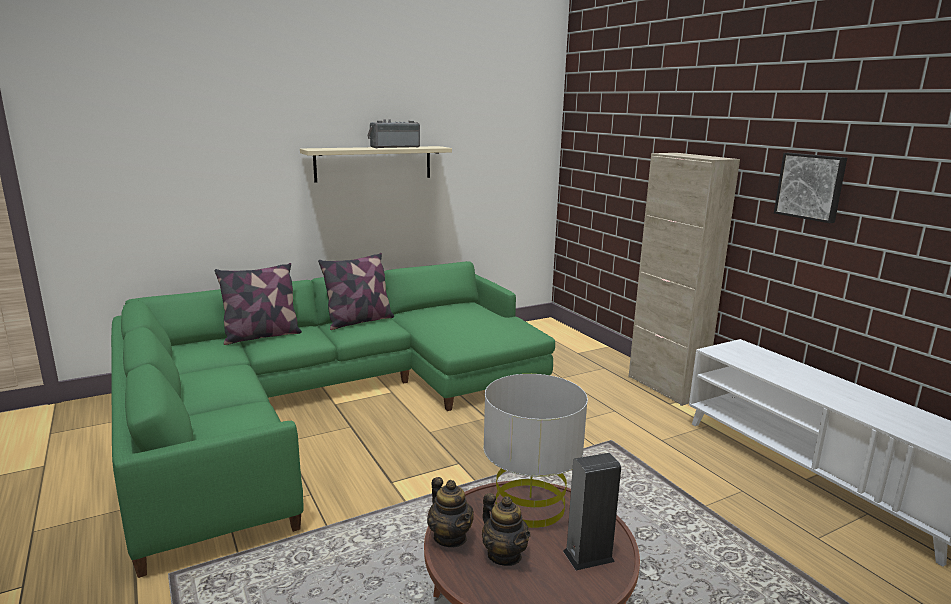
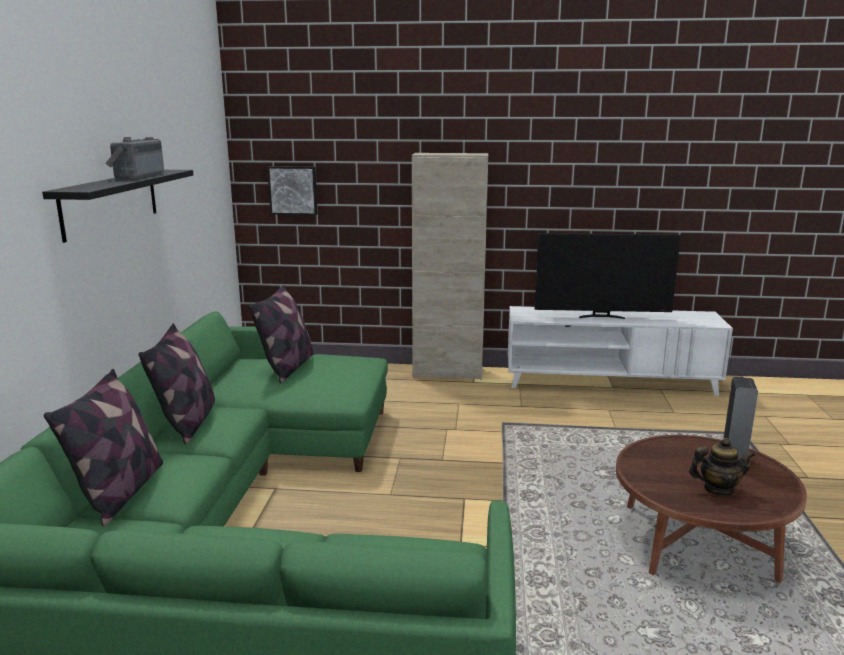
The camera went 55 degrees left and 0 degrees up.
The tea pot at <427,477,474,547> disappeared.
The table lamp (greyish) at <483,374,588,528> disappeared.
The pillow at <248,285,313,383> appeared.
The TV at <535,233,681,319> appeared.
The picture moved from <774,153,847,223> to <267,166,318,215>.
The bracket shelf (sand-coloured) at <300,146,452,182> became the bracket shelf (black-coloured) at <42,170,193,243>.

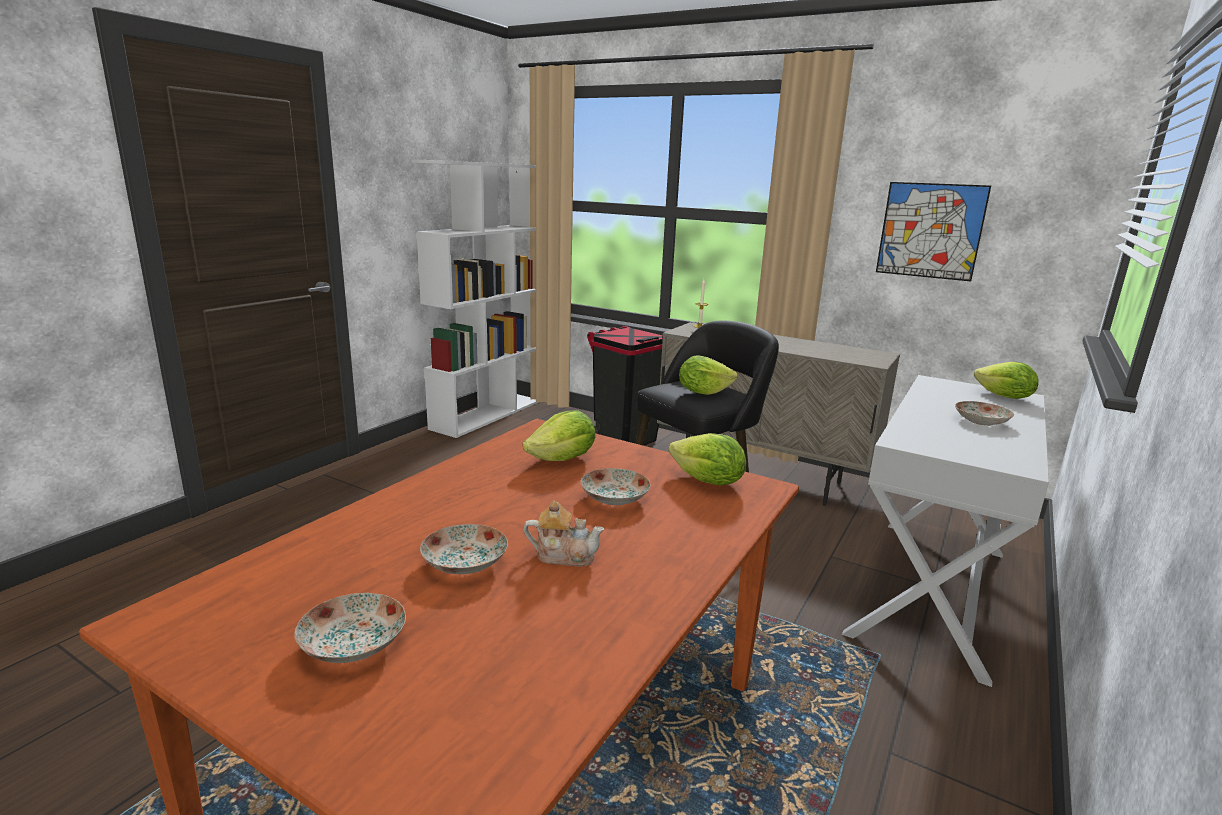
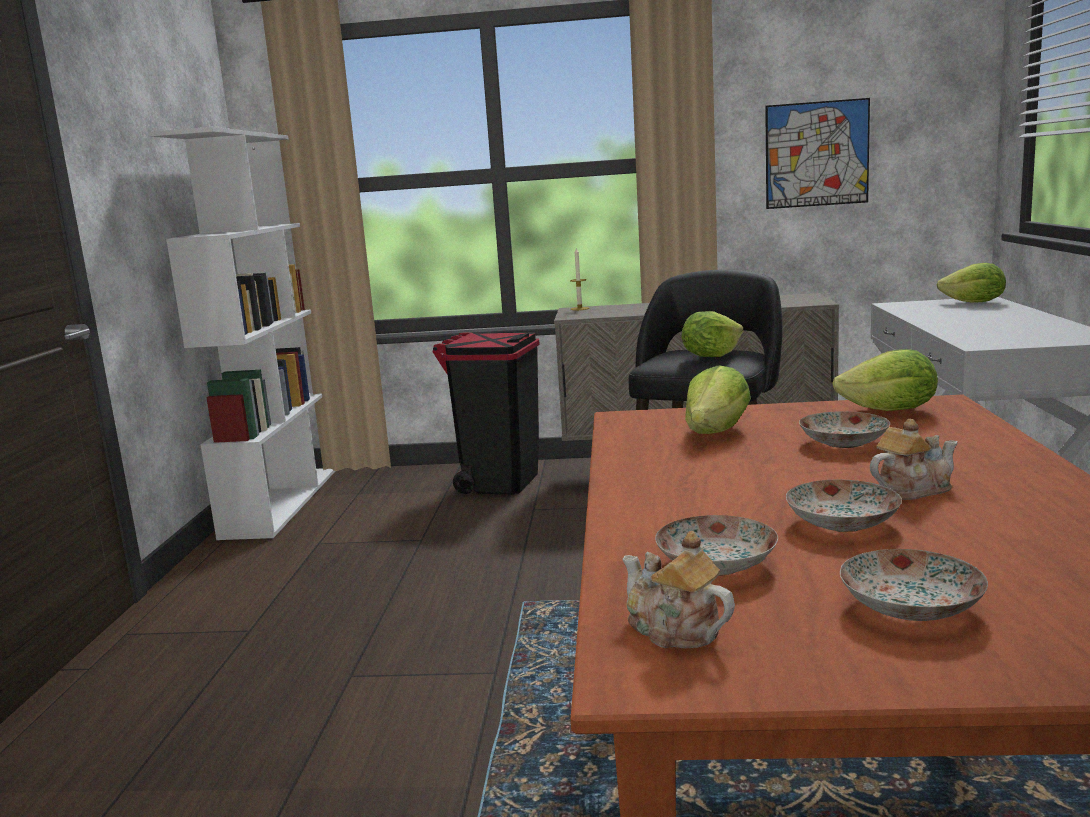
The camera went 25 degrees left and 5 degrees down.
The tea pot at <622,531,735,648> appeared.
The dinner plate moved from <955,401,1014,426> to <655,515,778,576>.

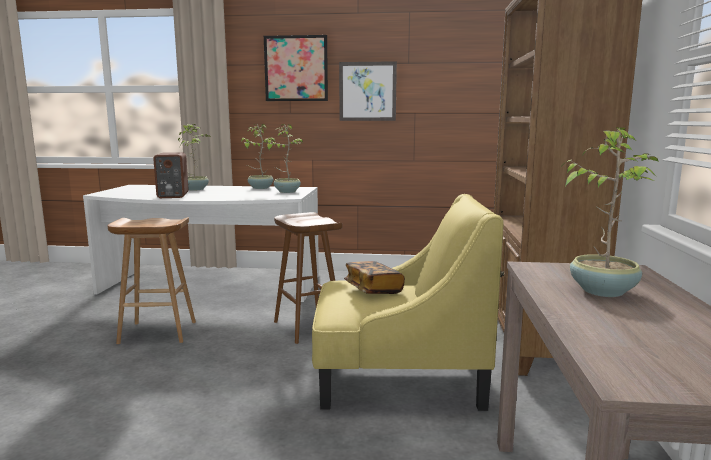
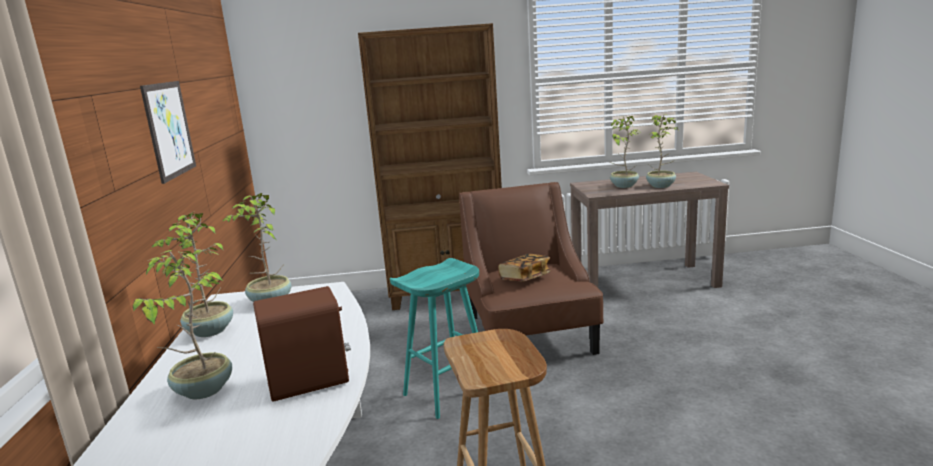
The camera went 100 degrees left and 5 degrees up.
The picture at <264,35,328,101> disappeared.
The houseplant at <646,114,678,188> appeared.
The stool (brownish) at <274,212,343,344> became the stool (blue-green) at <390,258,479,419>.
The easy chair (yellowish) at <312,194,503,411> became the easy chair (brownish) at <459,182,604,355>.

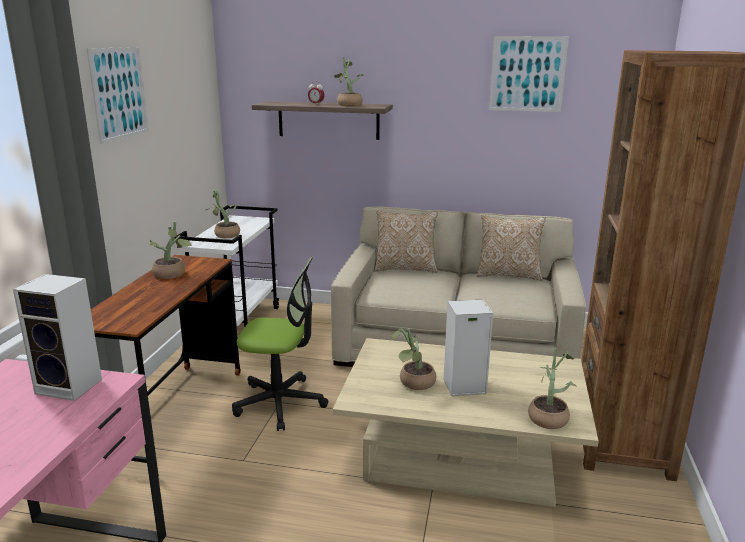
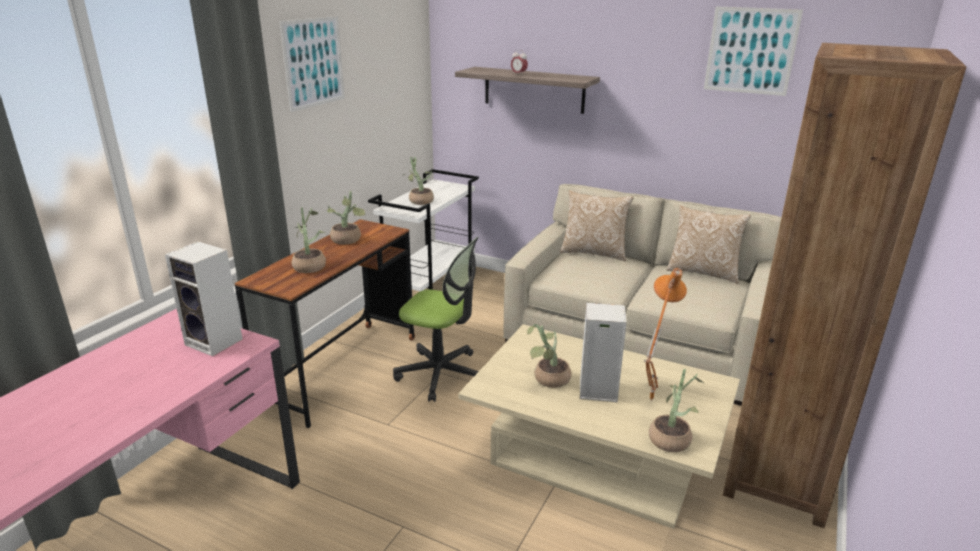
The camera went 15 degrees right and 5 degrees up.
The table lamp (orange-coloured) at <644,268,687,402> appeared.
The houseplant moved from <334,57,364,107> to <292,207,326,273>.

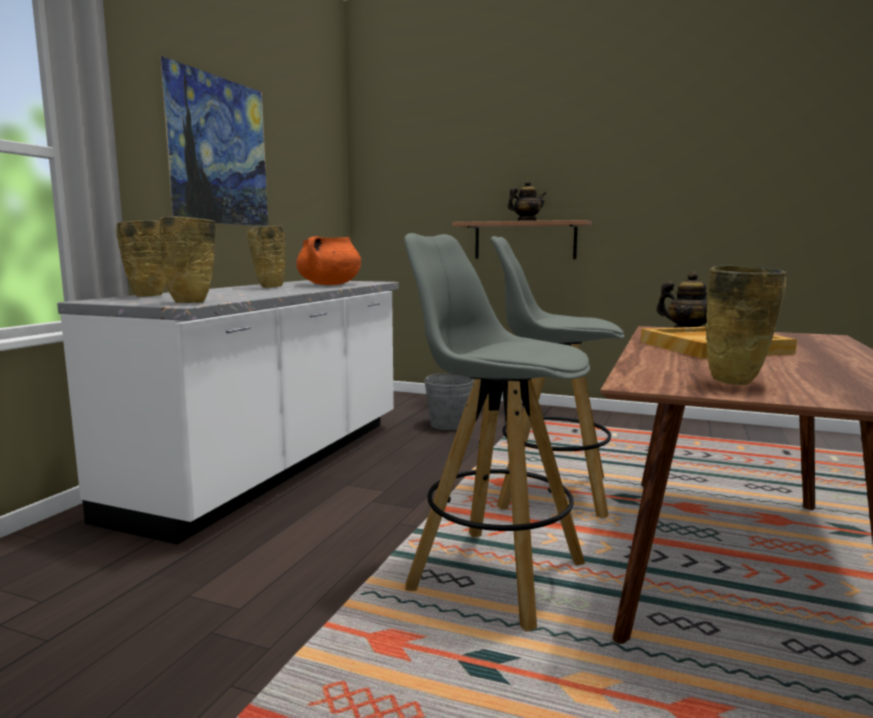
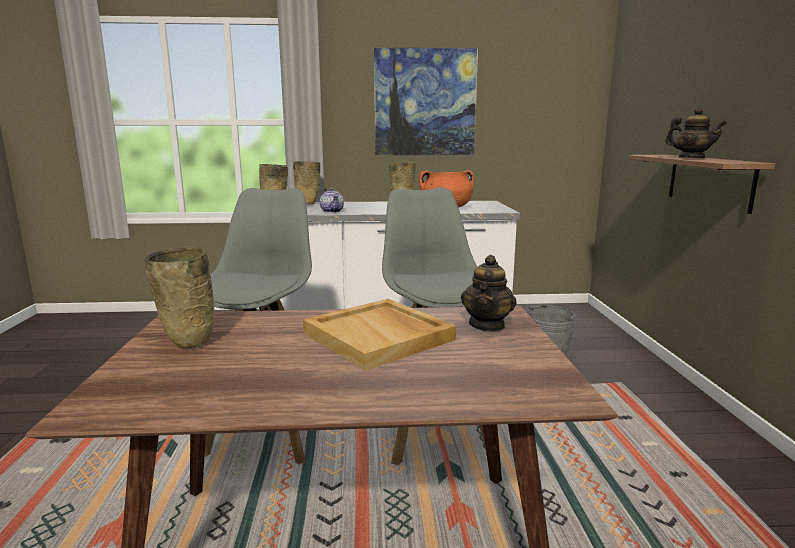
The camera went 65 degrees right and 5 degrees up.
The tea pot at <320,188,344,213> appeared.

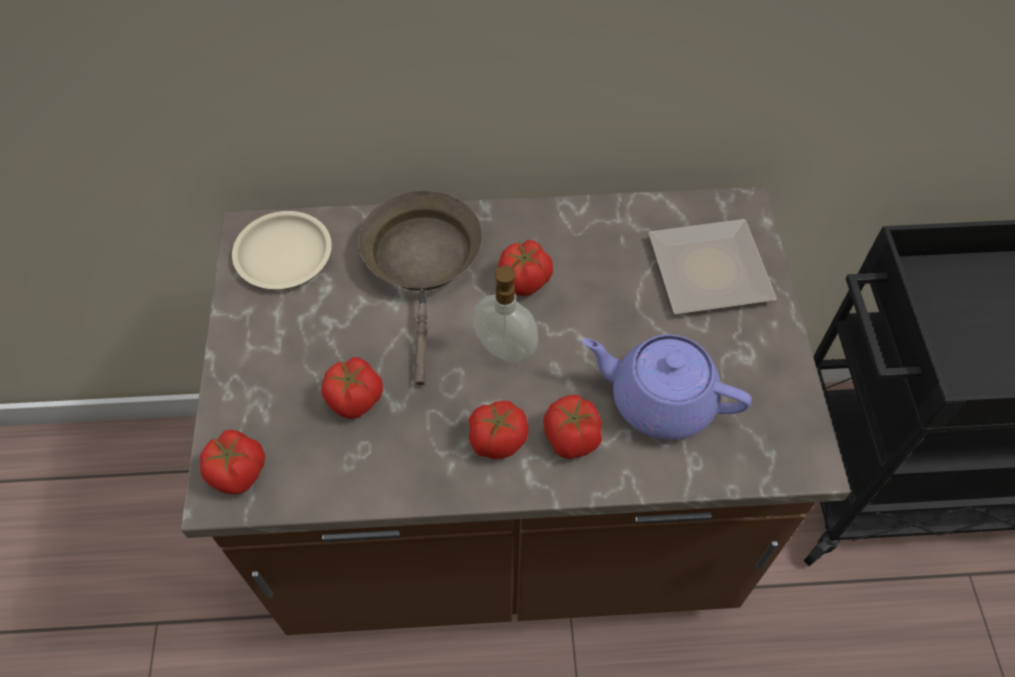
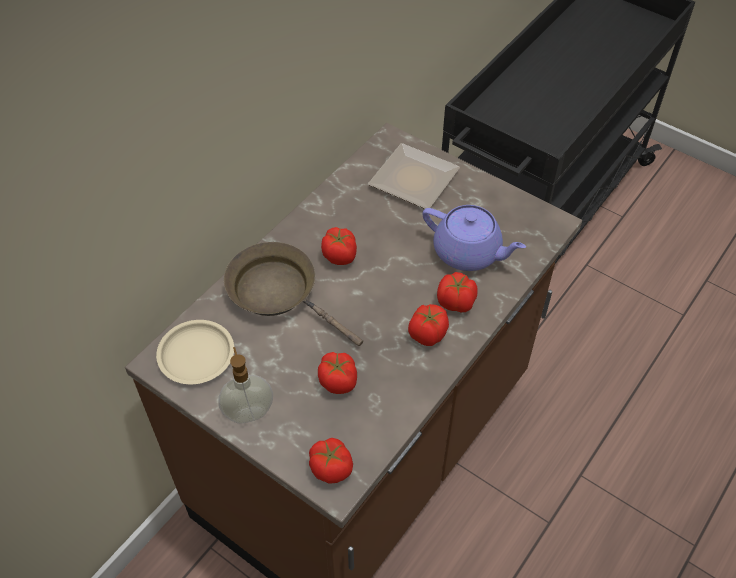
The camera went 50 degrees left and 5 degrees down.
The liquid soap bottle moved from <473,259,538,364> to <218,347,273,424>.
The tea pot (purplish) at <582,334,752,440> turned 120 degrees counterclockwise.

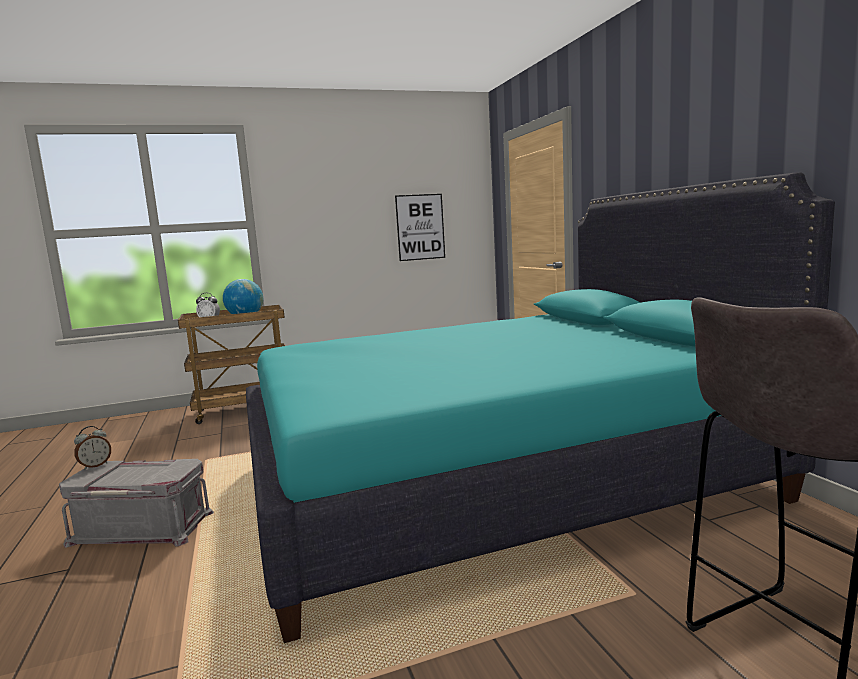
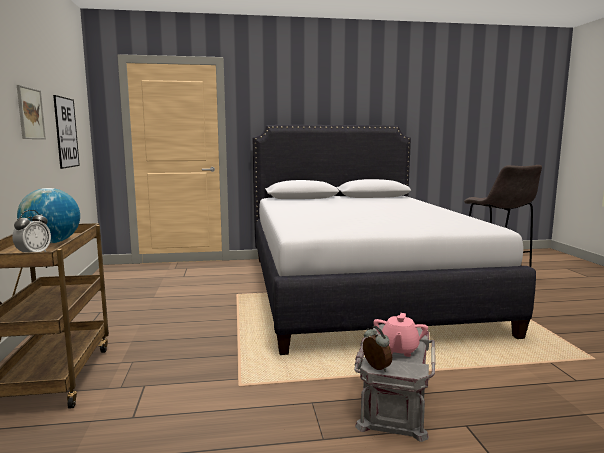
The camera went 80 degrees left and 0 degrees up.
The picture at <17,85,46,139> appeared.
The tea pot (pink) at <373,313,428,357> appeared.
The sleeping bed (blue-green) at <246,173,835,643> became the sleeping bed (white) at <252,125,536,355>.

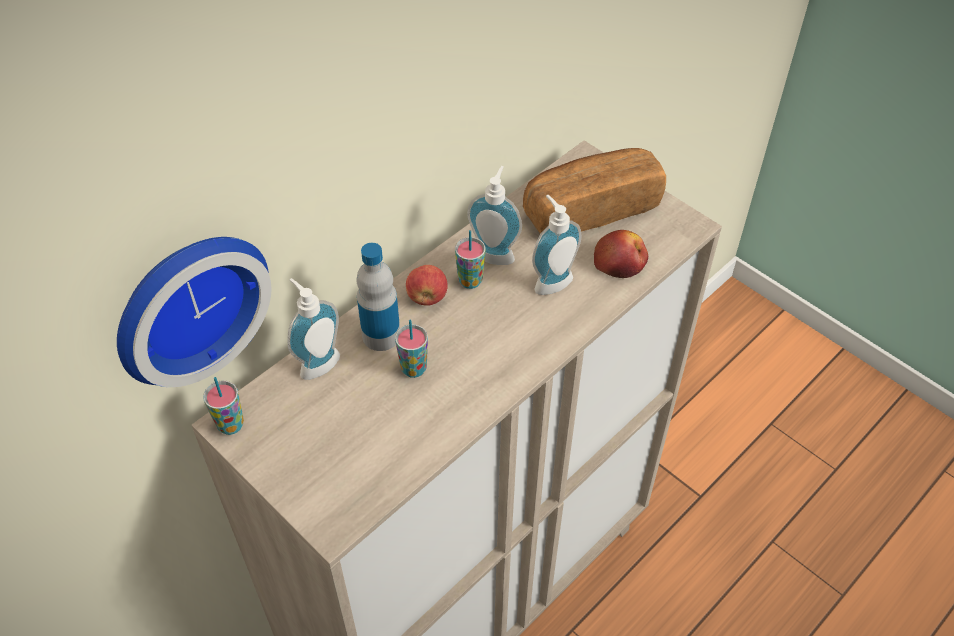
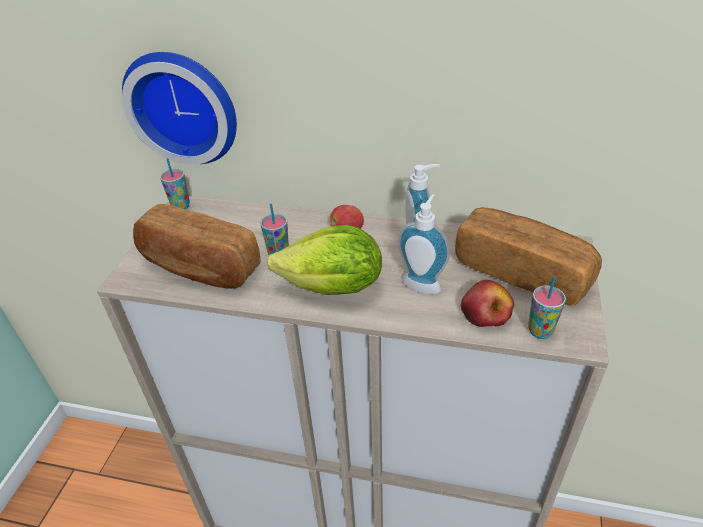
The camera went 60 degrees right and 10 degrees down.
The liquid soap bottle at <287,278,340,380> disappeared.
The bottle at <356,243,400,351> disappeared.
The bread at <133,204,261,289> appeared.
The head of lettuce at <267,225,382,295> appeared.
The small cup moved from <455,230,485,289> to <528,276,566,339>.

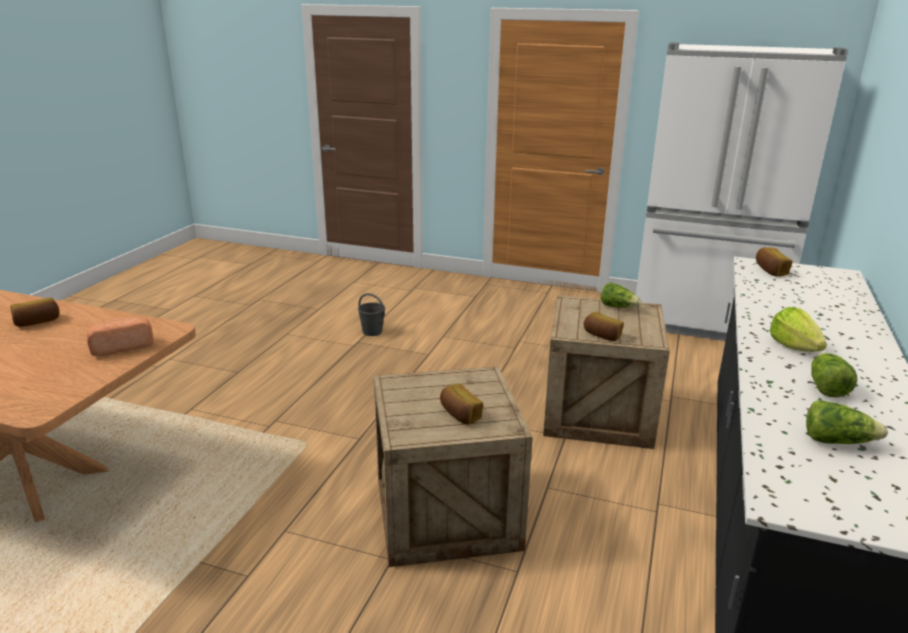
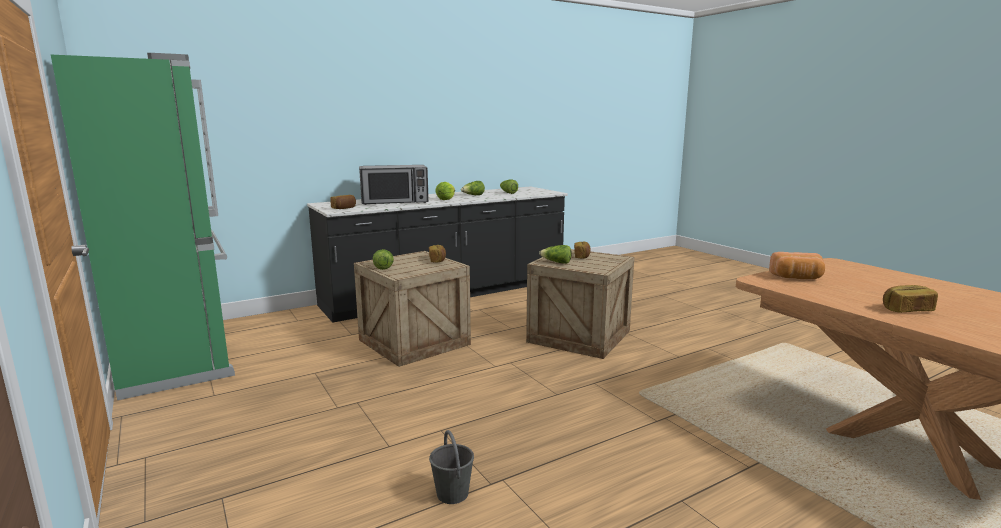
The camera went 140 degrees left and 10 degrees down.
The microwave at <359,165,429,205> appeared.
The head of lettuce at <539,245,571,264> appeared.
The kitchen fridge (white) at <636,43,848,341> became the kitchen fridge (green) at <51,53,235,400>.

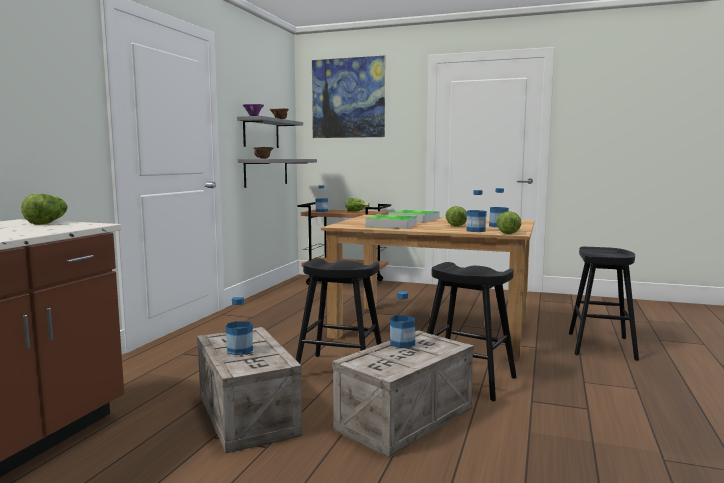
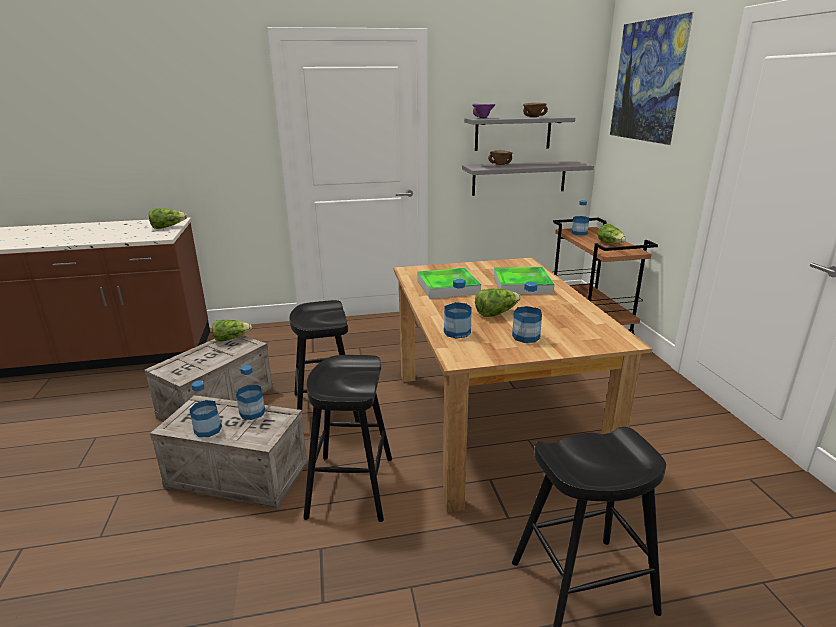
The camera went 60 degrees right and 15 degrees up.
The bottle moved from <226,297,253,355> to <190,380,222,437>.
The head of lettuce moved from <497,211,521,234> to <212,320,252,341>.

